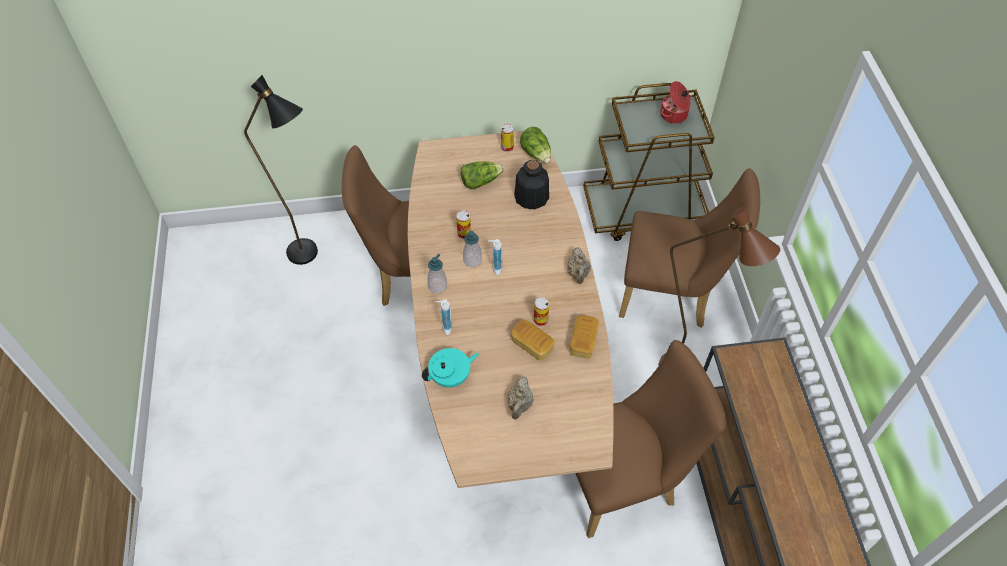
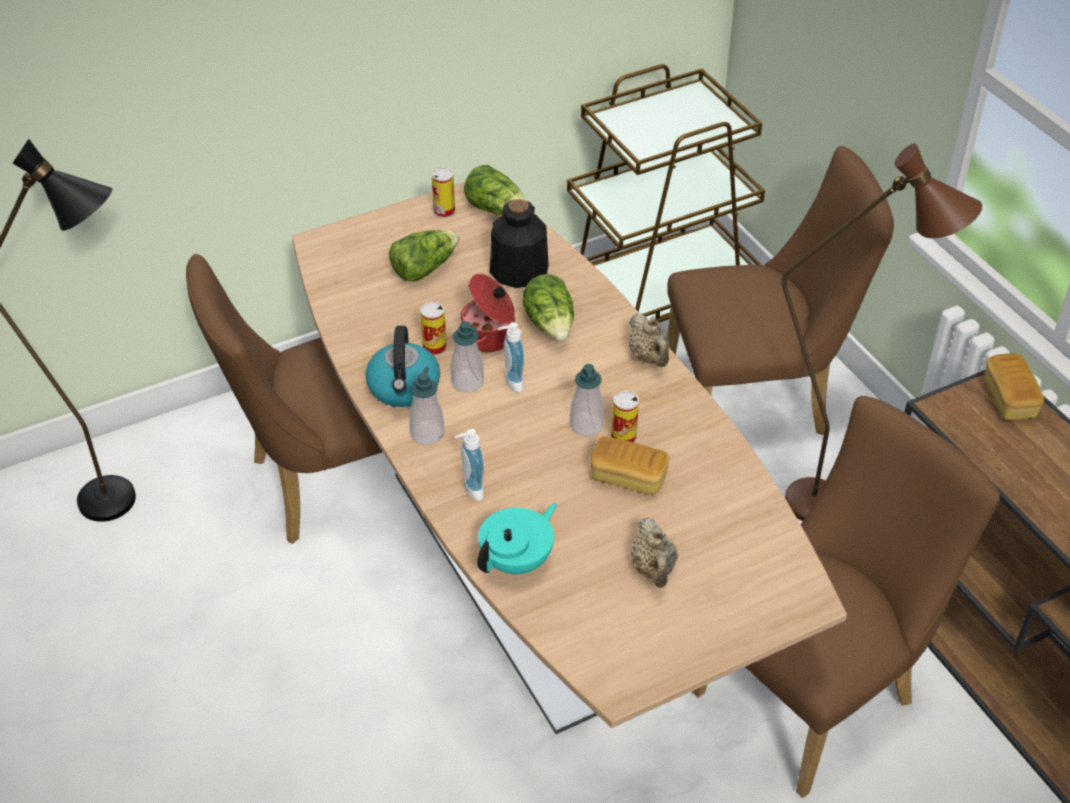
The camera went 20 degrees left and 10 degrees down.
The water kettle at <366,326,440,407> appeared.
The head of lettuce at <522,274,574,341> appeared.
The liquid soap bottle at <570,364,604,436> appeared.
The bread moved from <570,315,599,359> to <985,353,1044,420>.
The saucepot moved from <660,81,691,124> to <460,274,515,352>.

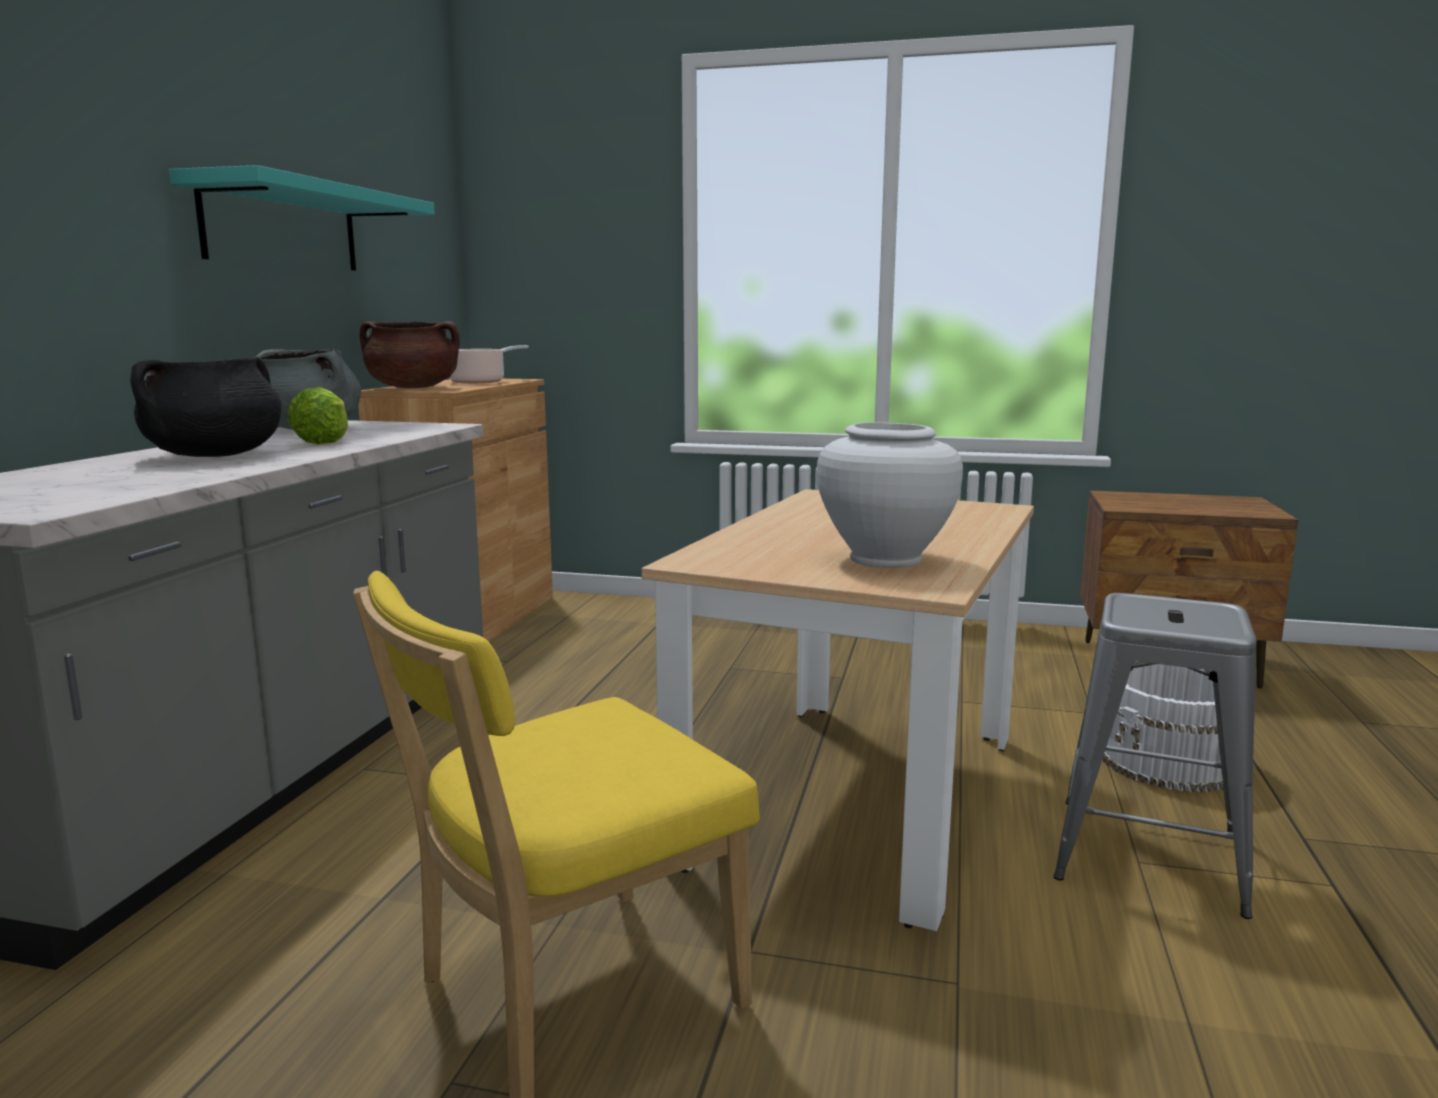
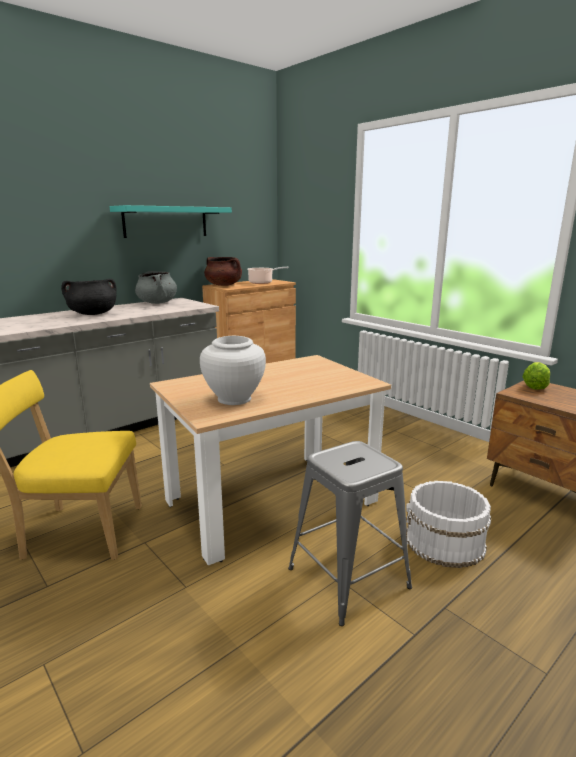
The camera went 35 degrees right and 5 degrees up.
The head of lettuce moved from <287,387,348,444> to <522,362,550,390>.

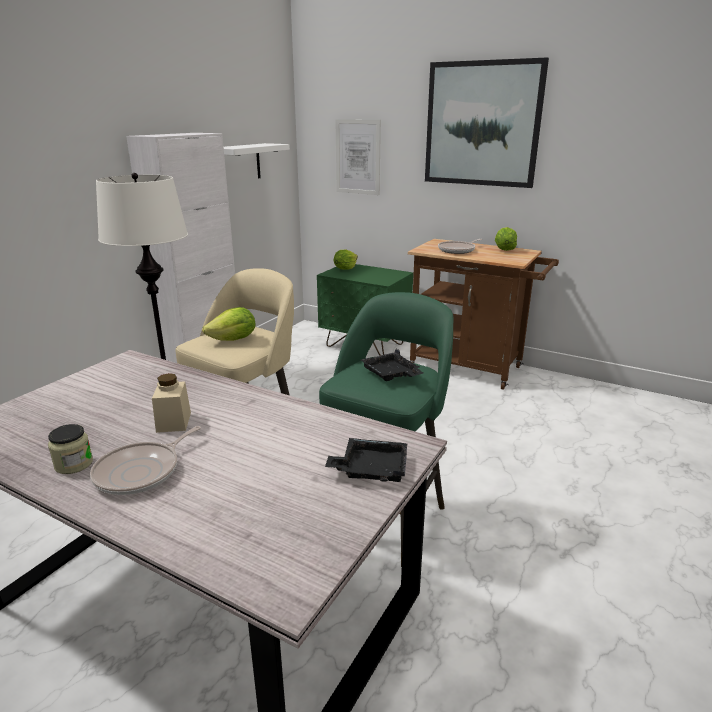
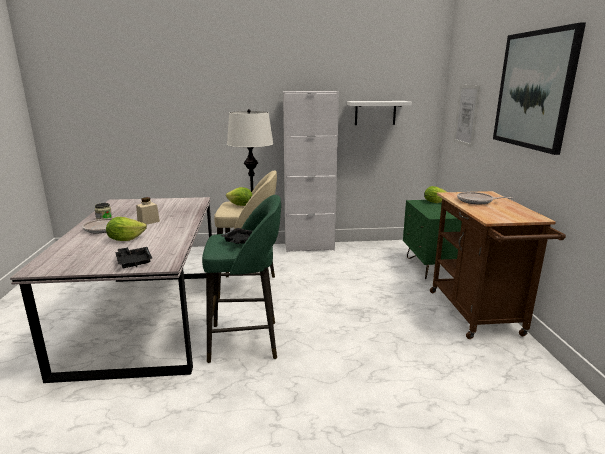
The camera went 55 degrees right and 5 degrees down.
The head of lettuce moved from <495,227,517,251> to <106,217,147,241>.

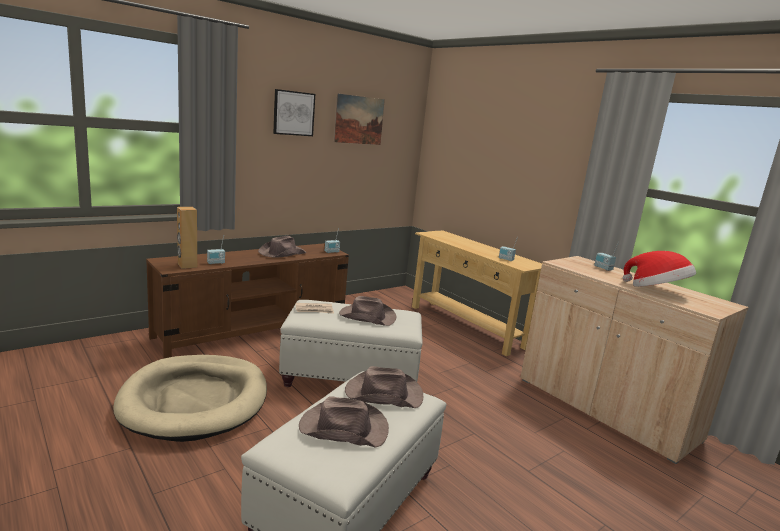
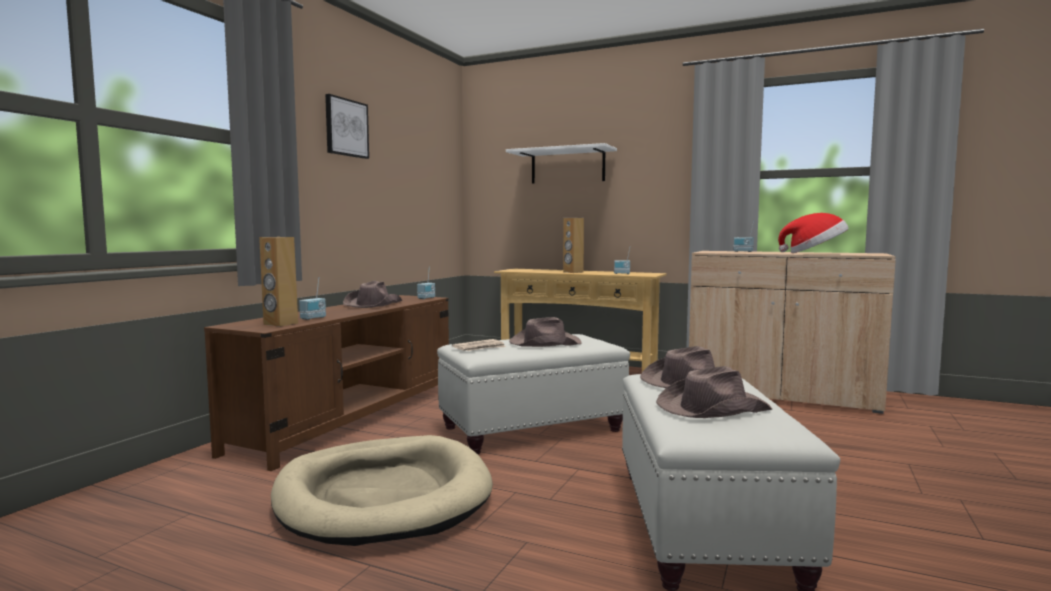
The camera went 25 degrees left and 10 degrees down.
The picture at <334,93,385,145> disappeared.
The bracket shelf (white) at <506,143,617,184> appeared.
The loudspeaker (brownish) at <563,218,584,273> appeared.

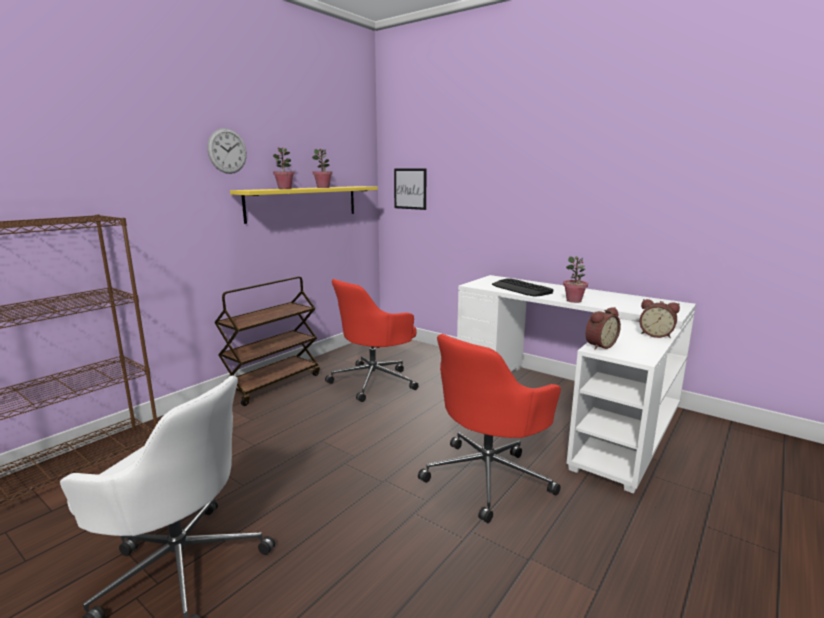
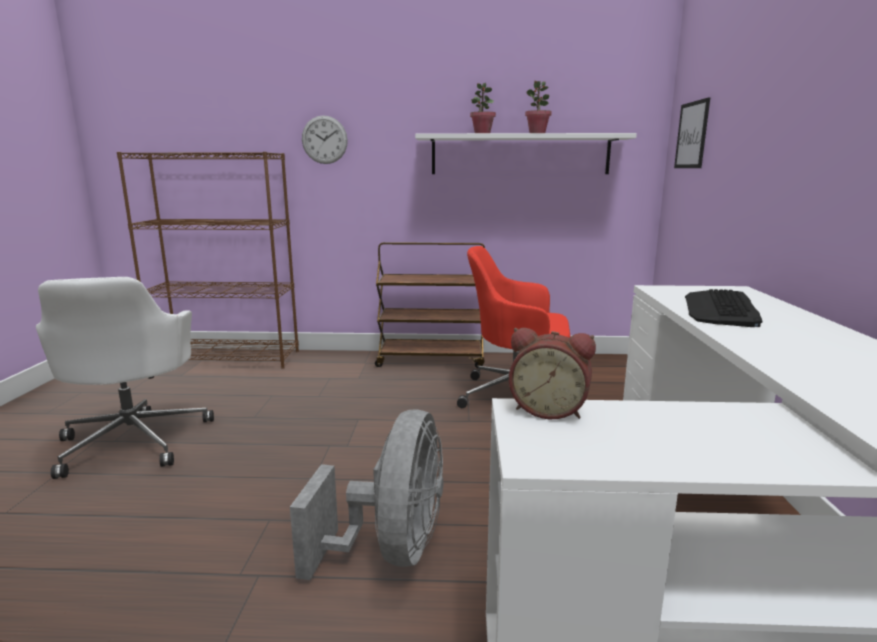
The camera went 55 degrees right and 0 degrees up.
The houseplant at <563,256,588,303> disappeared.
The alarm clock at <639,299,680,338> disappeared.
The wall clock moved from <207,128,247,174> to <302,115,348,164>.
The desk chair (reddish) at <418,334,561,523> was replaced by the cooling fan (greyish) at <290,409,444,580>.
The bracket shelf (yellowish) at <230,186,378,224> became the bracket shelf (white) at <415,133,637,174>.

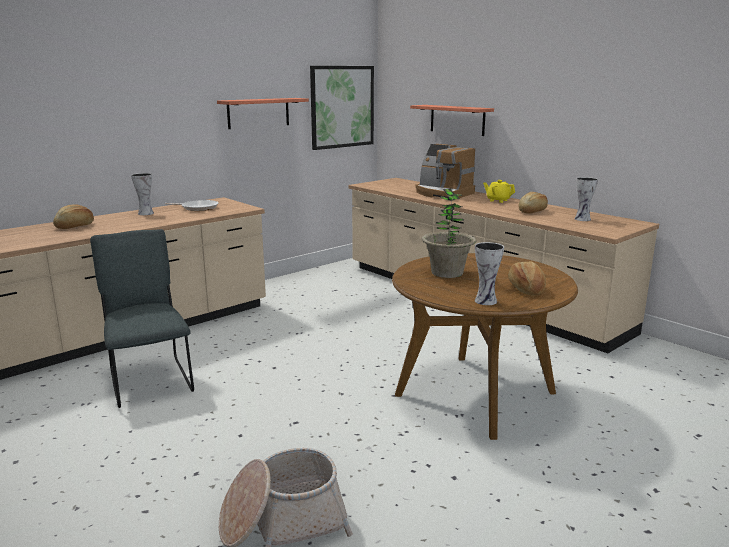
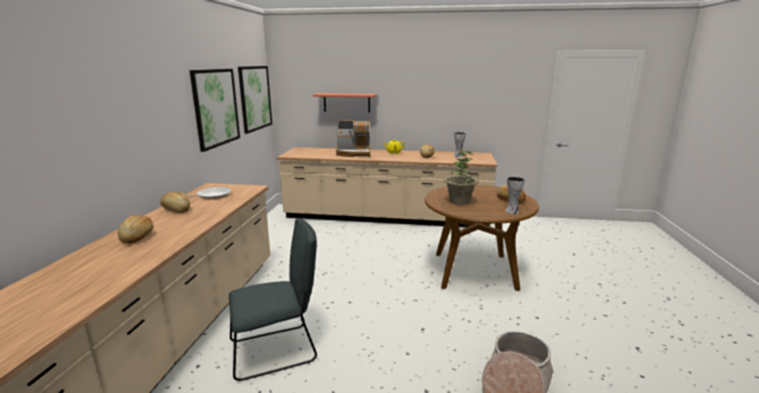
The camera went 40 degrees left and 0 degrees up.
The flower vase at <131,173,154,215> was replaced by the bread at <160,192,190,213>.
The bracket shelf at <217,98,309,129> was replaced by the picture at <190,69,240,152>.
The chair (greyish) at <90,229,194,408> turned 135 degrees clockwise.

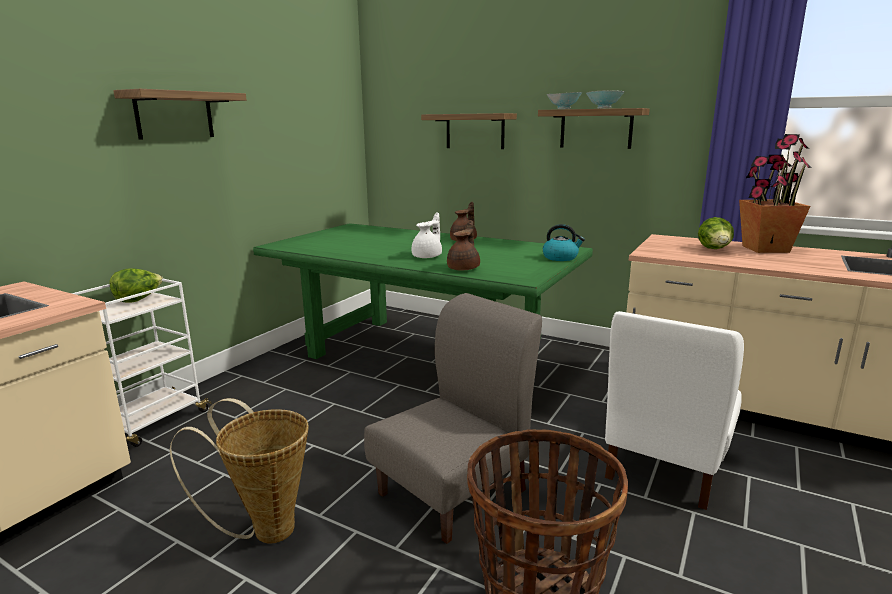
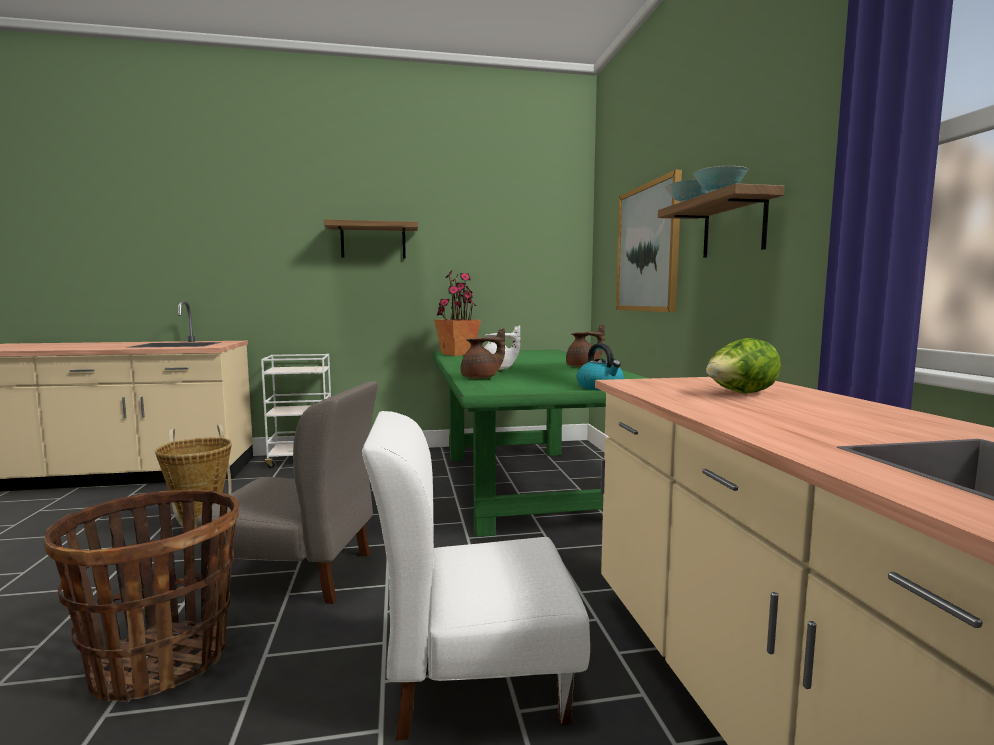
The camera went 50 degrees right and 10 degrees down.
The head of lettuce at <109,268,163,302> disappeared.
The houseplant moved from <739,134,812,253> to <434,270,481,356>.
The bracket shelf at <421,113,517,149> was replaced by the picture at <616,170,682,312>.

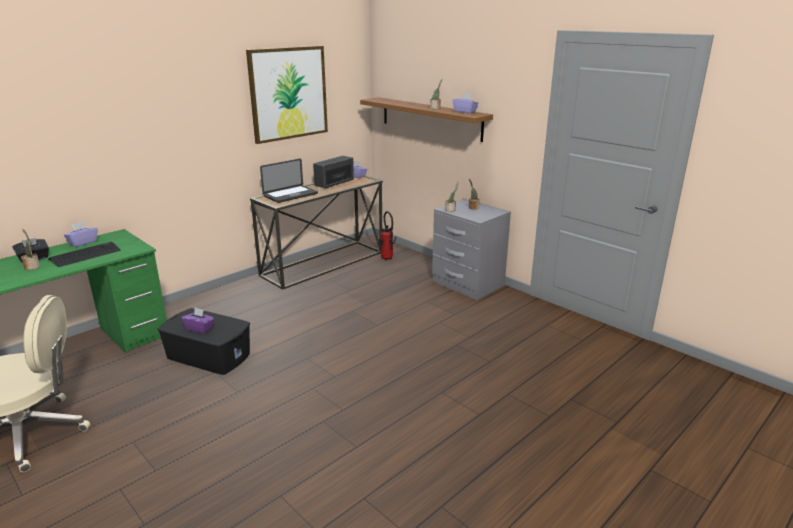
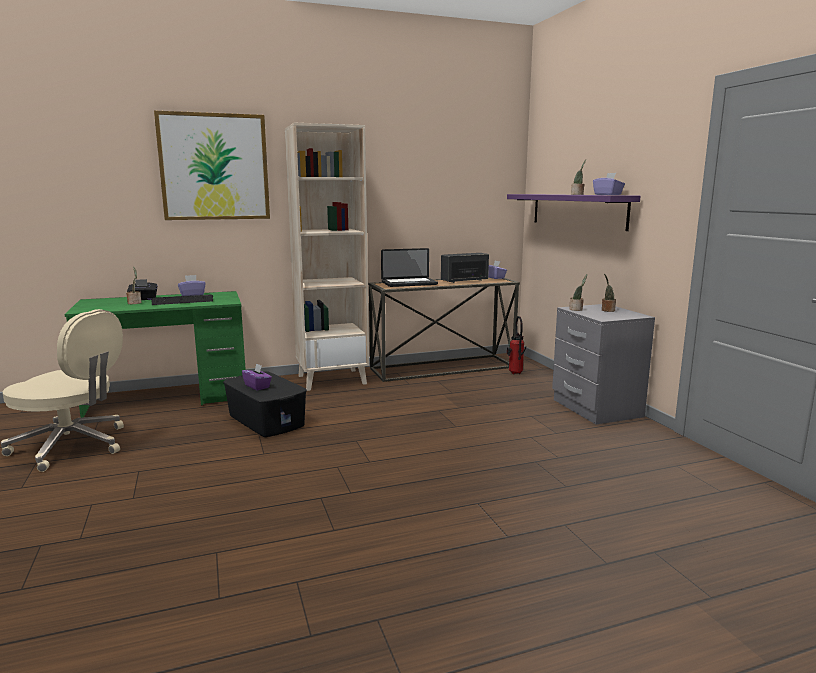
The camera went 25 degrees right and 10 degrees down.
The bookshelf (sand-coloured) at <285,123,369,391> appeared.
The picture moved from <246,46,328,144> to <154,110,270,220>.
The bracket shelf (brownish) at <360,97,493,142> became the bracket shelf (purplish) at <507,194,641,231>.

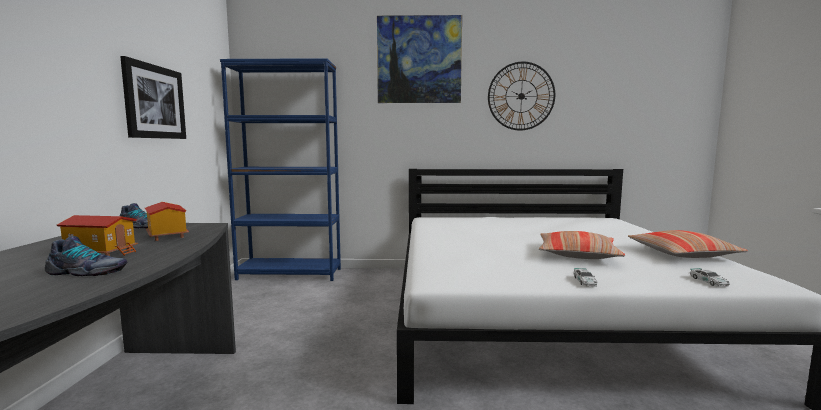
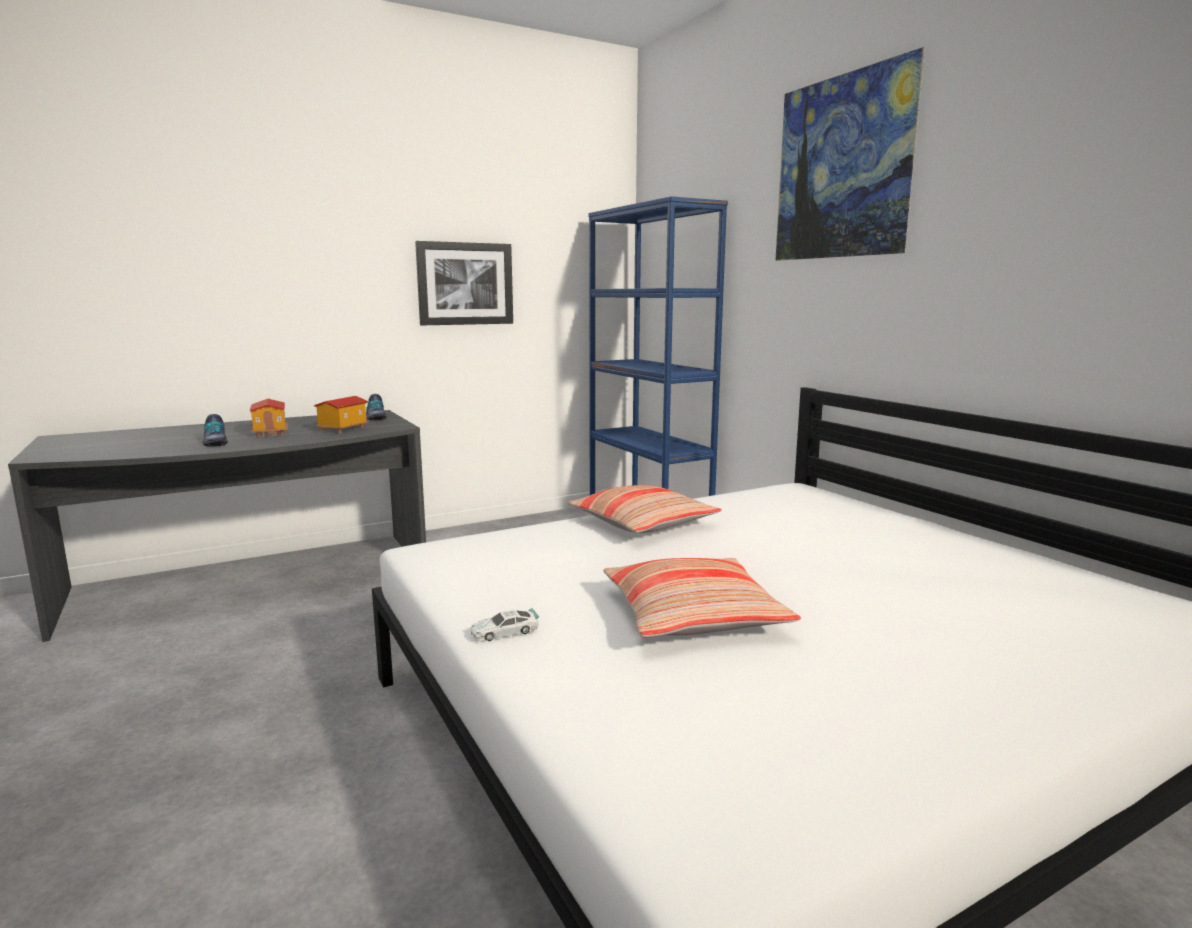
The camera went 60 degrees right and 5 degrees up.
The wall clock at <488,62,555,130> disappeared.
The miniature car at <690,268,730,287> disappeared.
The pillow moved from <628,230,748,258> to <567,485,722,533>.

